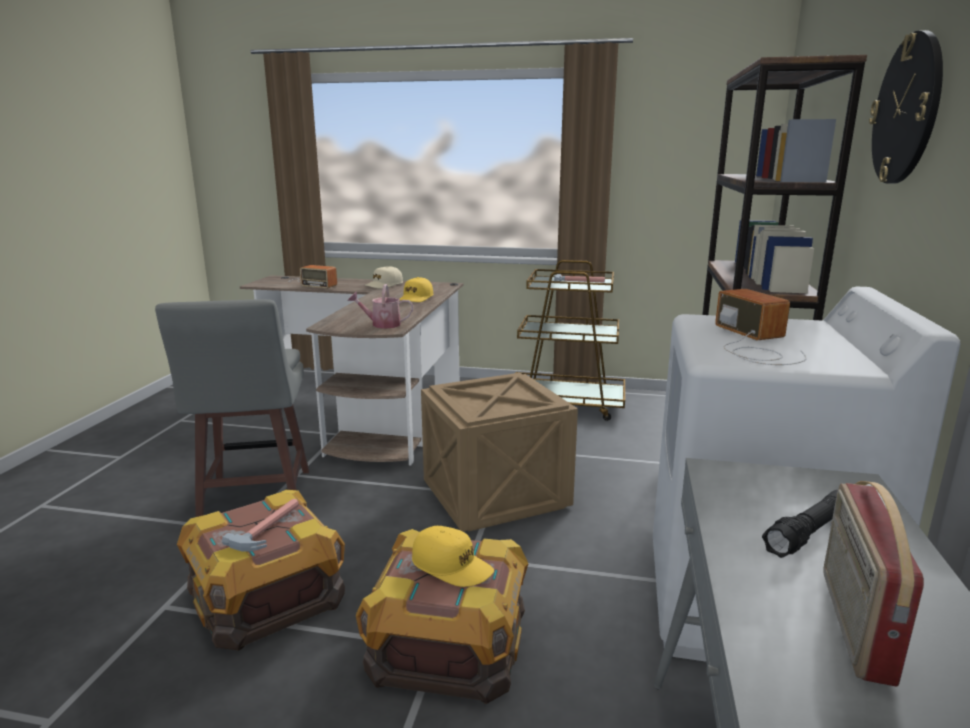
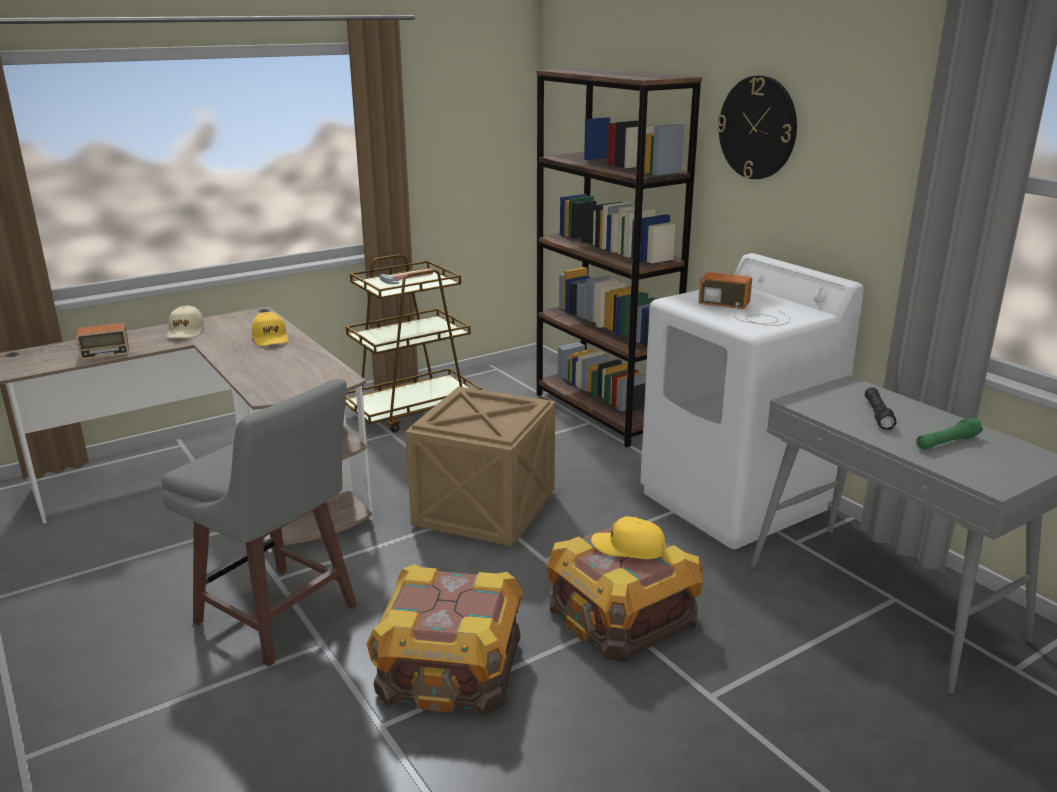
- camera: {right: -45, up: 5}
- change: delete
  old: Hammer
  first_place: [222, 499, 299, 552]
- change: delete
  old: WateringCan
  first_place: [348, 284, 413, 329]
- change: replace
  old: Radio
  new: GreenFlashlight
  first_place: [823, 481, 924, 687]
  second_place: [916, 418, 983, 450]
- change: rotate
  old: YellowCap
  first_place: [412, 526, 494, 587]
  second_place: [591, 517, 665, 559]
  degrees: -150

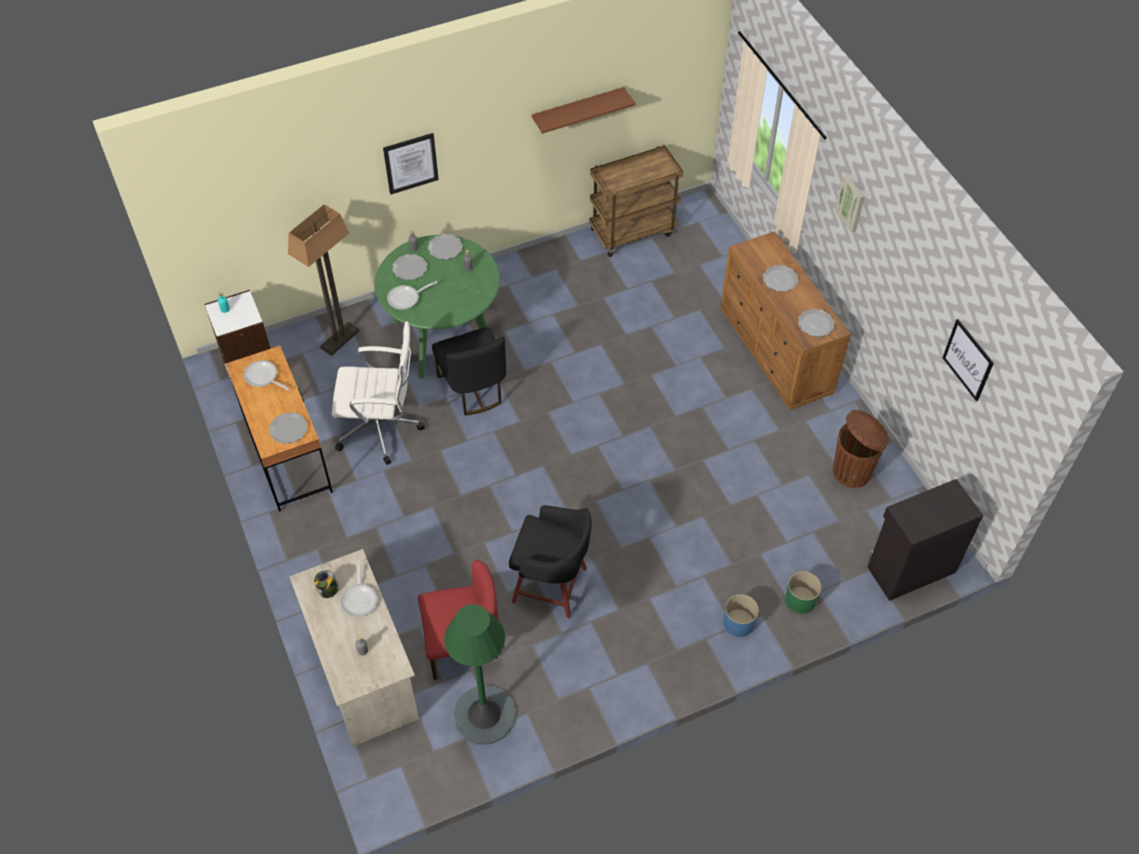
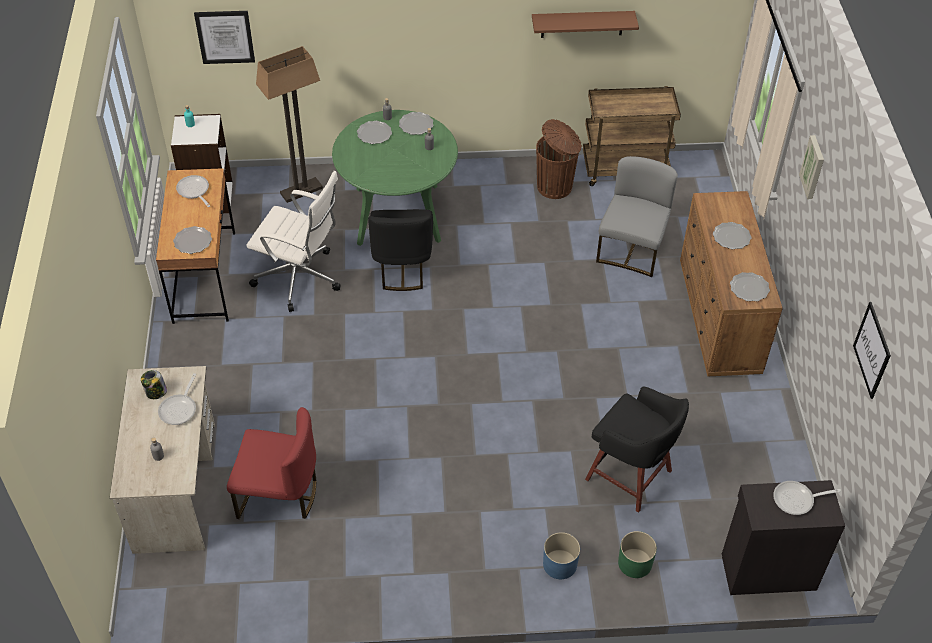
- camera: {right: 20, up: -5}
- change: delete
  old: GreenFloorLamp
  first_place: [444, 604, 516, 745]
- change: insert
  new: GreyChair
  second_place: [596, 156, 678, 277]
- change: move
  old: Picture
  first_place: [383, 133, 439, 194]
  second_place: [194, 11, 255, 64]
- change: move
  old: FryingPan
  first_place: [387, 281, 437, 310]
  second_place: [773, 481, 841, 515]
- change: move
  old: BlackStool
  first_place: [509, 505, 591, 619]
  second_place: [585, 387, 689, 513]
- change: move
  old: BrownTrashCan
  first_place: [833, 410, 890, 488]
  second_place: [536, 119, 582, 199]

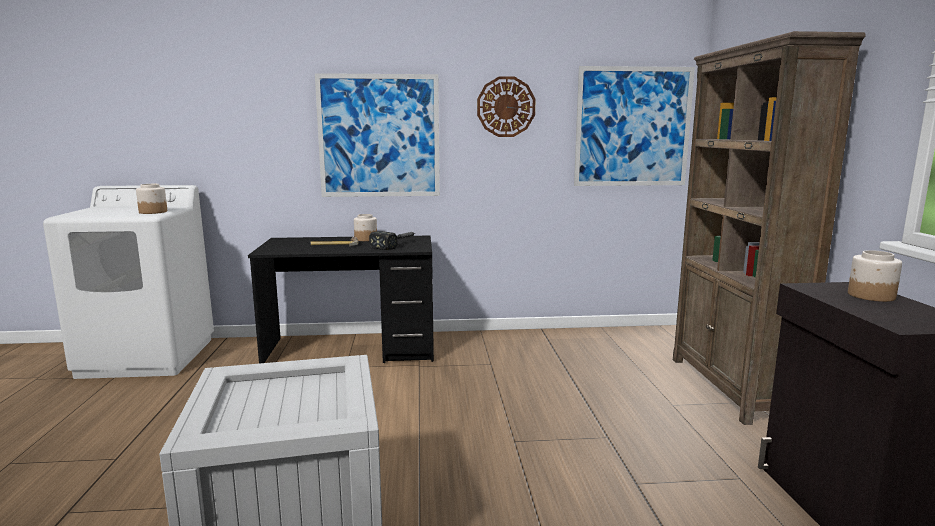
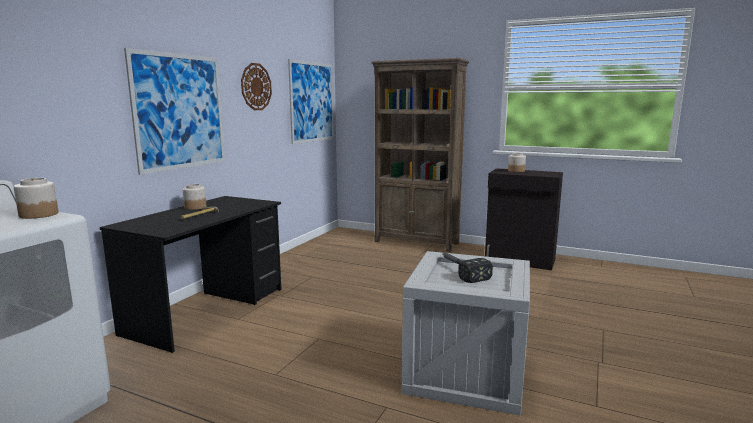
- camera: {right: -60, up: 0}
- change: move
  old: Hammer
  first_place: [369, 231, 415, 250]
  second_place: [442, 253, 493, 283]

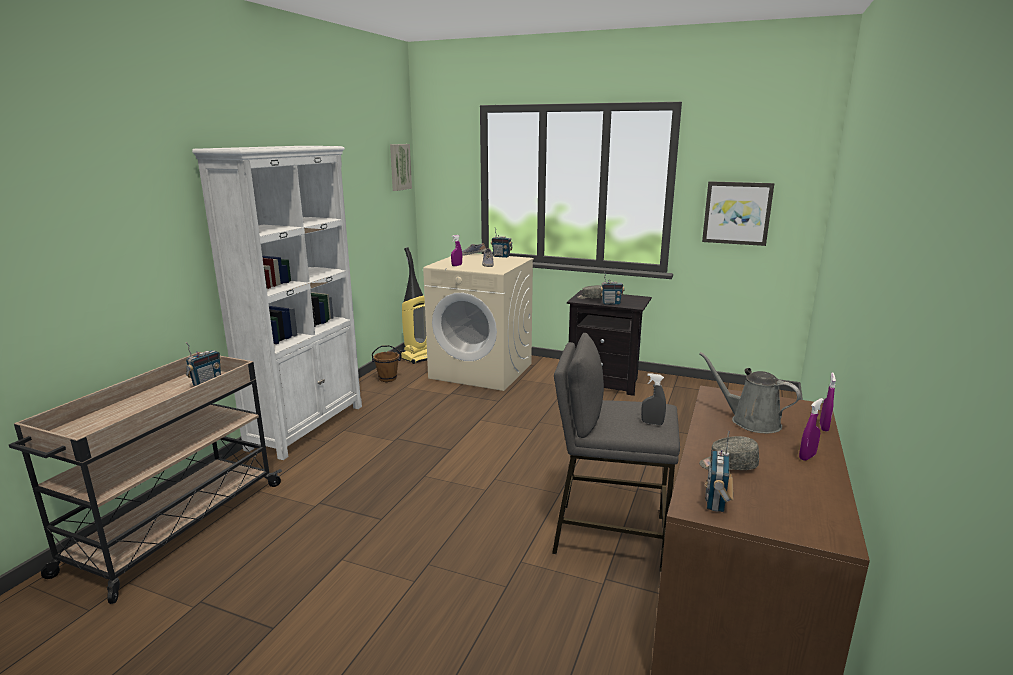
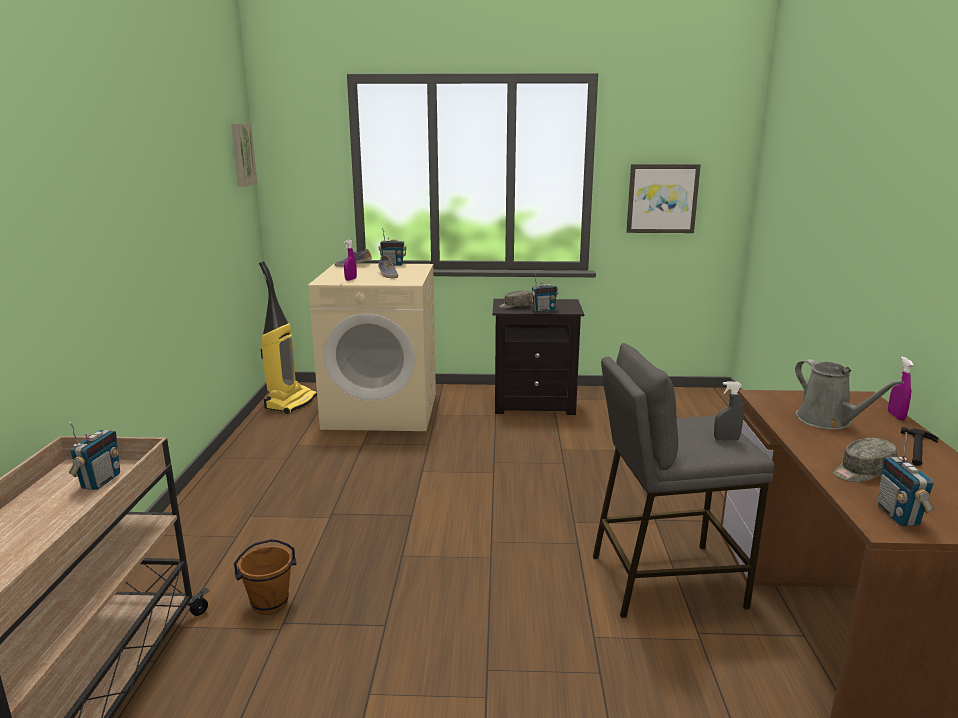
- camera: {right: -20, up: 0}
- change: delete
  old: WhiteBookcase
  first_place: [192, 146, 362, 460]
- change: move
  old: BrownBucket
  first_place: [372, 345, 401, 382]
  second_place: [234, 539, 296, 615]
- change: replace
  old: PurpleSprayBottle
  new: Hammer
  first_place: [799, 398, 824, 461]
  second_place: [901, 427, 939, 466]
- change: rotate
  old: GreyWateringCan
  first_place: [699, 352, 801, 433]
  second_place: [795, 359, 904, 430]
  degrees: -135

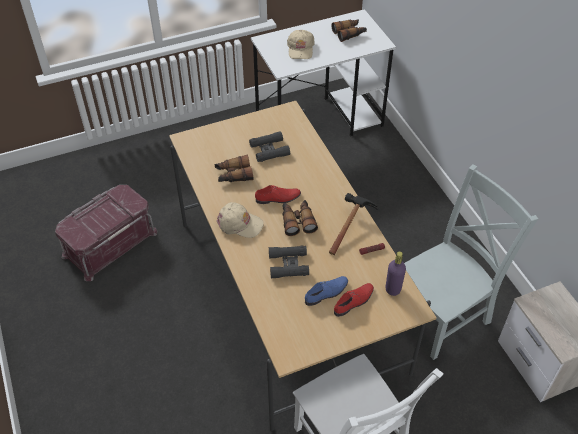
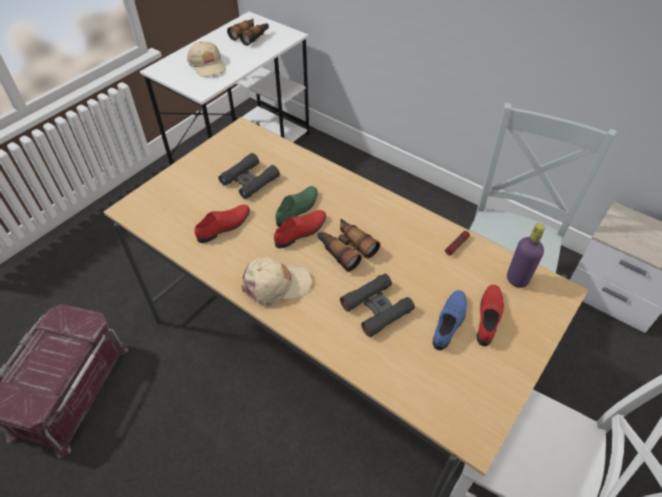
- camera: {right: -30, up: 0}
- change: delete
  old: Hammer
  first_place: [329, 193, 377, 255]
- change: insert
  new: GreenShoe
  second_place: [275, 186, 318, 227]
- change: replace
  old: Binoculars
  new: RedShoe
  first_place: [215, 155, 253, 182]
  second_place: [194, 205, 250, 243]

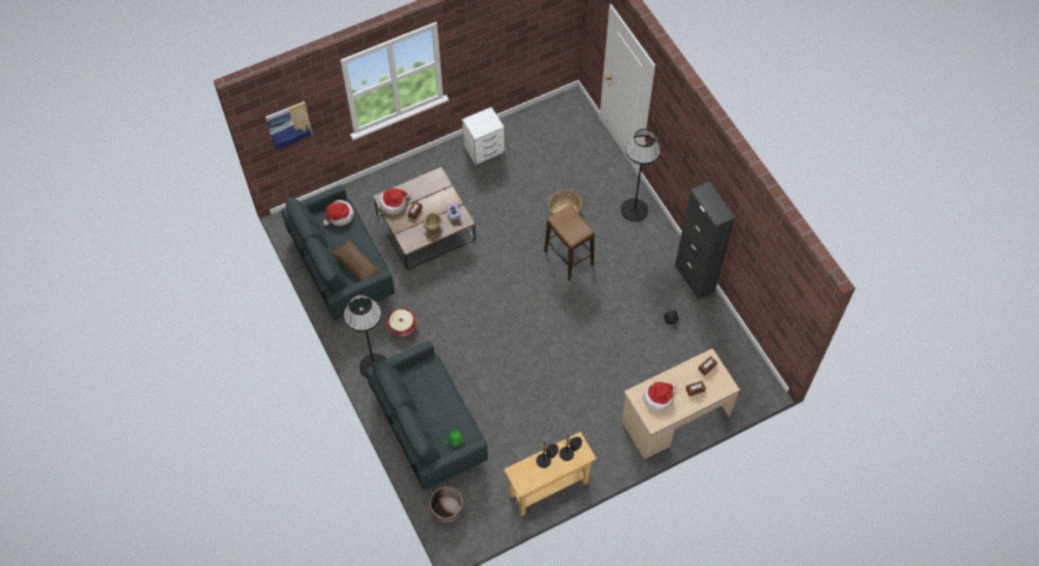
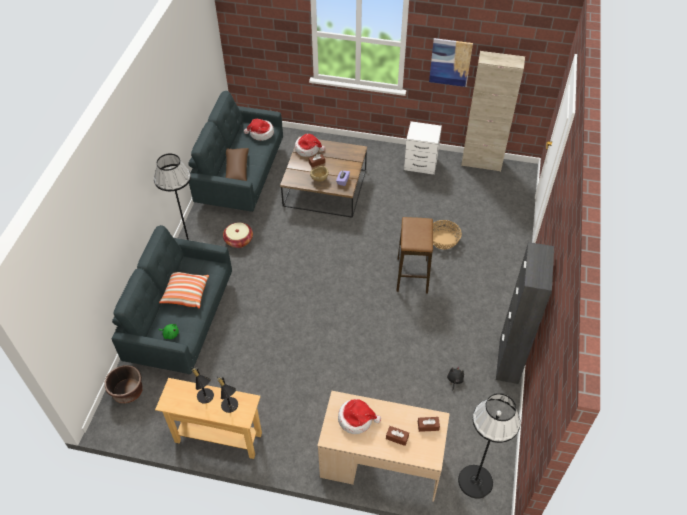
- camera: {right: 40, up: -10}
- change: insert
  new: Pillow
  second_place: [159, 272, 209, 308]
- change: insert
  new: BeigeCabinet
  second_place: [461, 51, 525, 172]
- change: move
  old: Picture
  first_place: [266, 101, 313, 151]
  second_place: [429, 38, 473, 87]
- change: move
  old: BlackFloorLamp
  first_place: [621, 129, 661, 222]
  second_place: [458, 393, 521, 499]

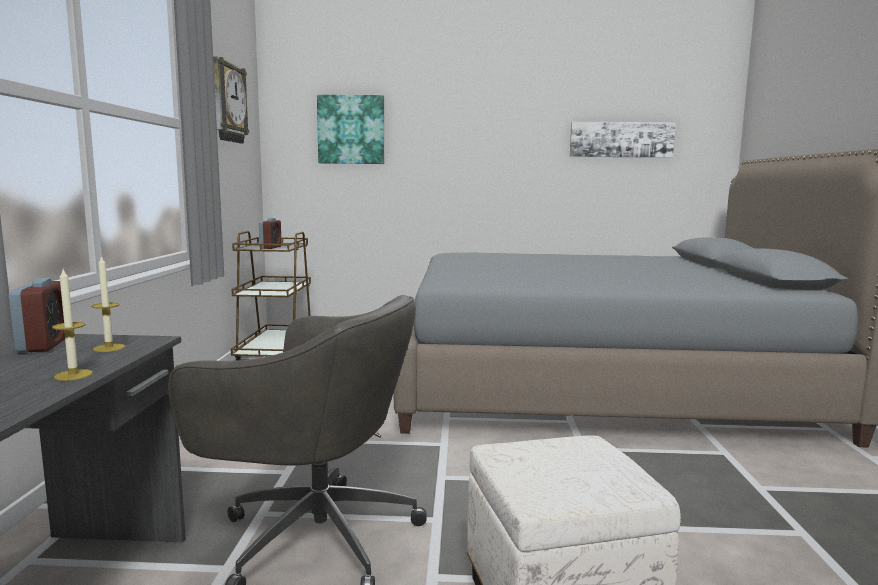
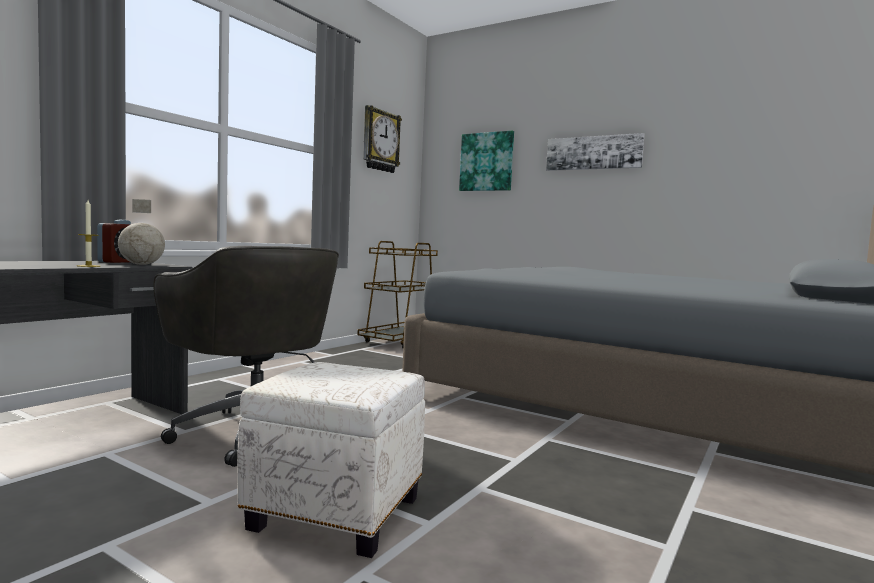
- camera: {right: 30, up: -5}
- change: delete
  old: AlarmClock
  first_place: [259, 218, 282, 249]
- change: move
  old: Picture
  first_place: [570, 122, 676, 158]
  second_place: [546, 133, 645, 171]
- change: replace
  old: Candle
  new: Globe
  first_place: [91, 256, 126, 352]
  second_place: [118, 199, 165, 265]

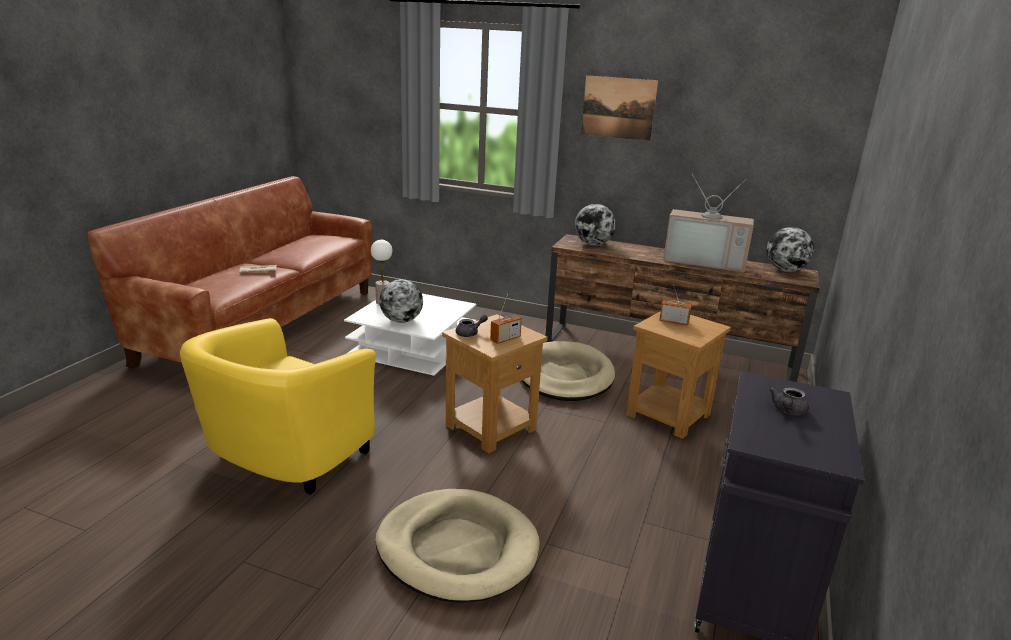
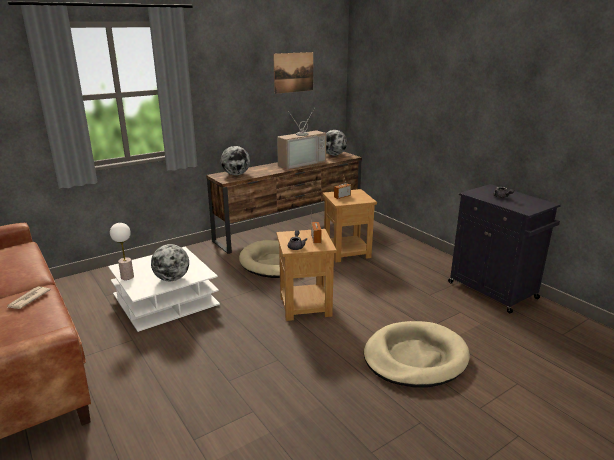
- camera: {right: -55, up: 0}
- change: delete
  old: YellowArmchair
  first_place: [180, 318, 376, 495]
- change: move
  old: Picture
  first_place: [581, 75, 658, 141]
  second_place: [273, 52, 313, 94]

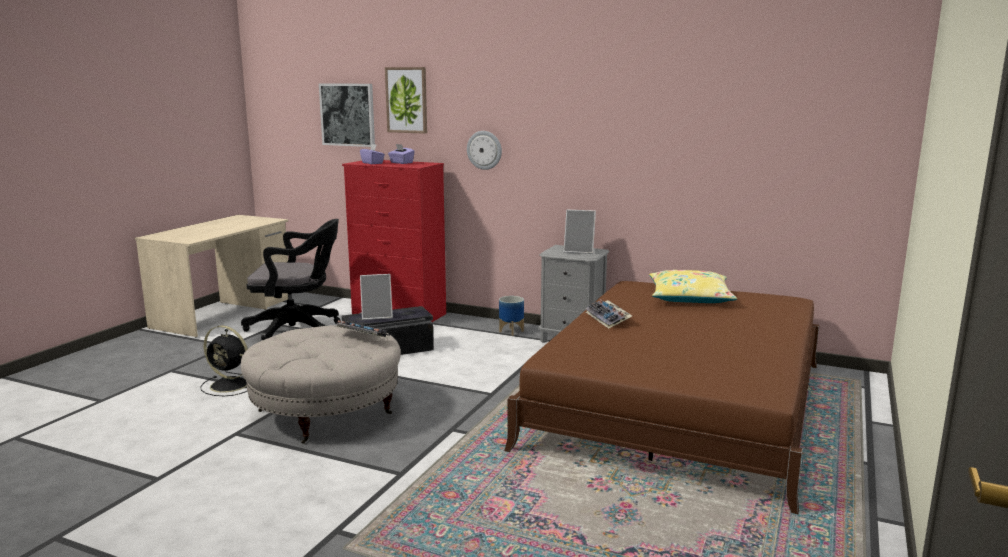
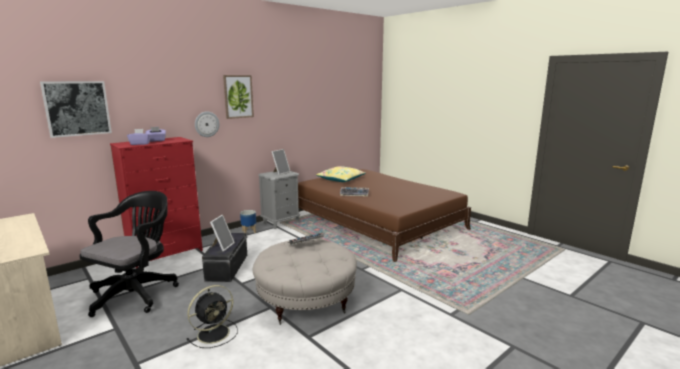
- camera: {right: -65, up: 0}
- change: move
  old: Picture
  first_place: [385, 67, 427, 134]
  second_place: [223, 75, 254, 119]

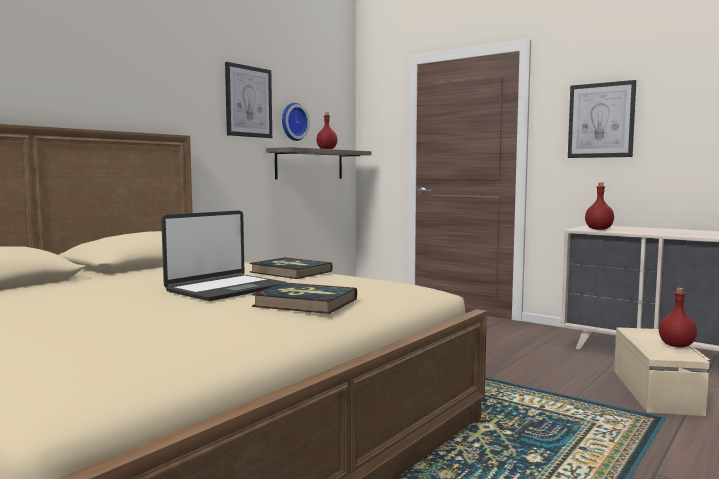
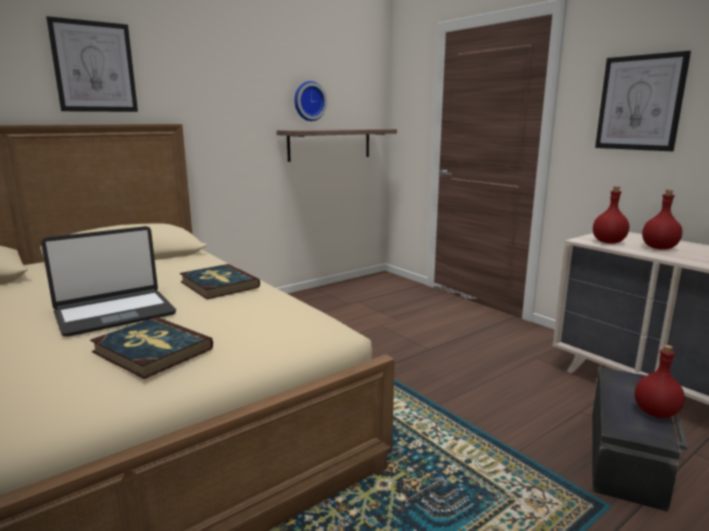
- camera: {right: 15, up: 10}
- change: move
  old: Picture
  first_place: [225, 62, 272, 138]
  second_place: [46, 16, 138, 112]
- change: move
  old: RedBottle
  first_place: [316, 112, 338, 149]
  second_place: [642, 190, 682, 250]
- change: recolor
  old: BeigeStorageBox
  new: BlackStorageBox
  first_place: [614, 327, 711, 416]
  second_place: [592, 367, 688, 512]

